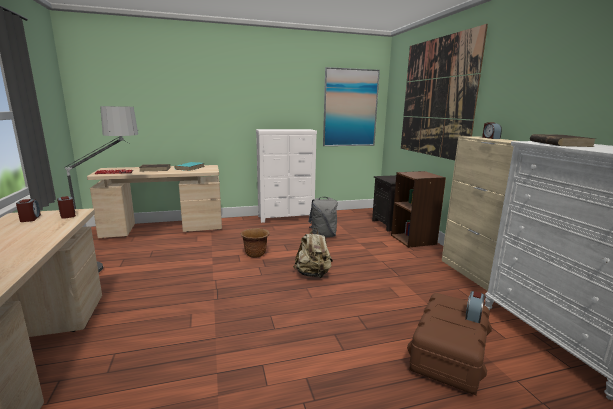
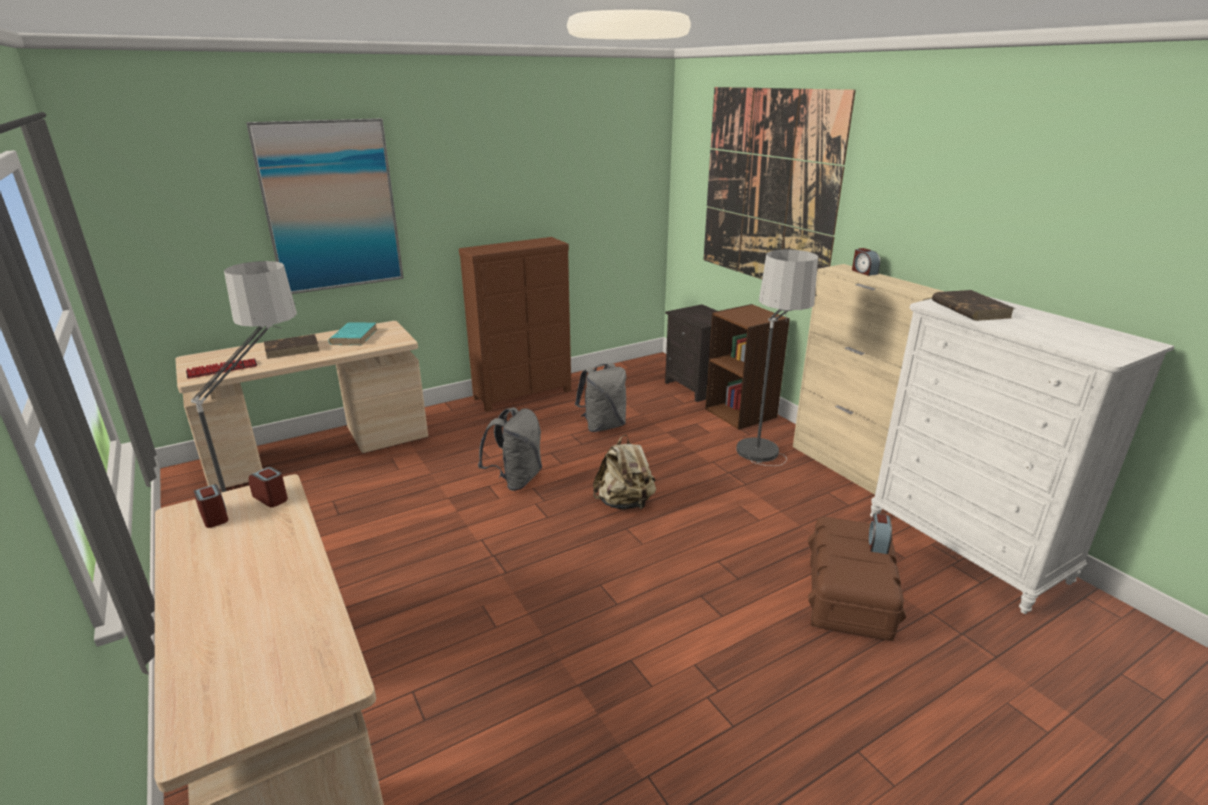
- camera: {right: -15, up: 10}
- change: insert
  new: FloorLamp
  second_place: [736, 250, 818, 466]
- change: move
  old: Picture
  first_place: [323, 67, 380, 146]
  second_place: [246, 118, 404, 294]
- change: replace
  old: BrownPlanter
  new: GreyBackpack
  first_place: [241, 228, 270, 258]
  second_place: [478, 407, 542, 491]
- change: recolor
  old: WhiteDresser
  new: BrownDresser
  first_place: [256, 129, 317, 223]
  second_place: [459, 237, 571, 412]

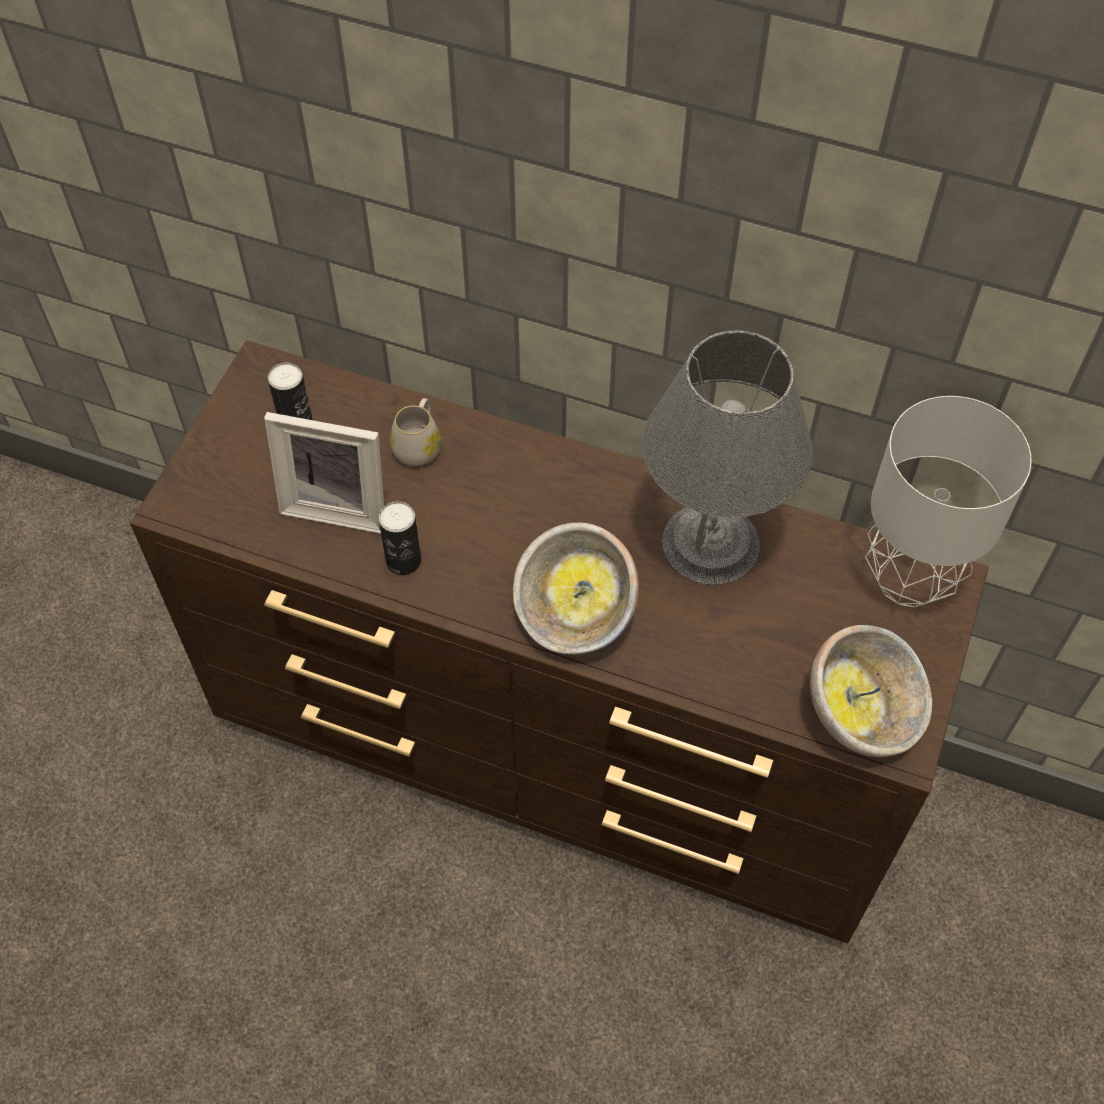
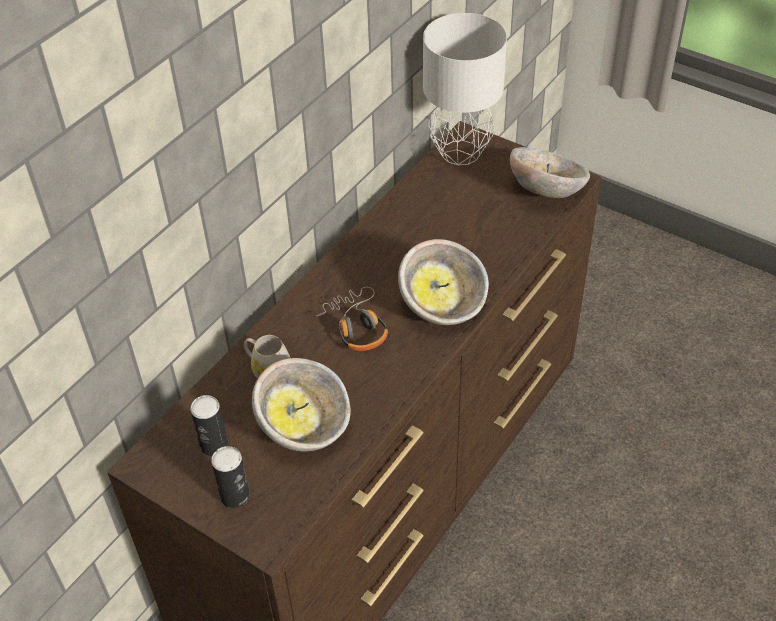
- camera: {right: -75, up: -10}
- change: delete
  old: GreyTableLamp
  first_place: [642, 330, 813, 585]
- change: insert
  new: Headphones
  second_place: [316, 287, 388, 351]
- change: move
  old: Can
  first_place: [378, 501, 421, 575]
  second_place: [211, 446, 249, 508]
- change: replace
  old: PictureFrame
  new: Bowl
  first_place: [264, 412, 384, 534]
  second_place: [252, 358, 351, 452]

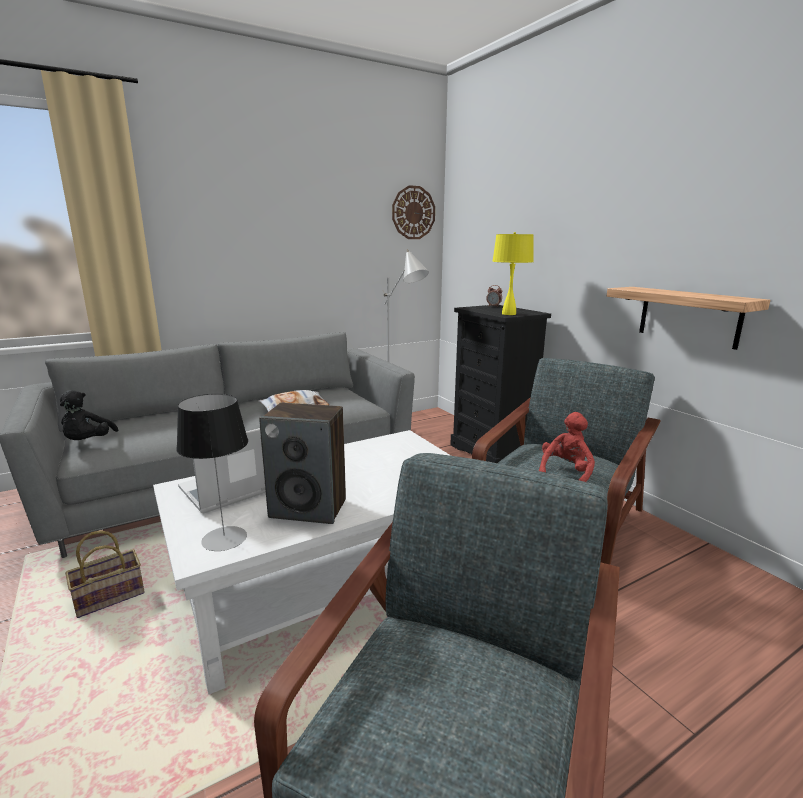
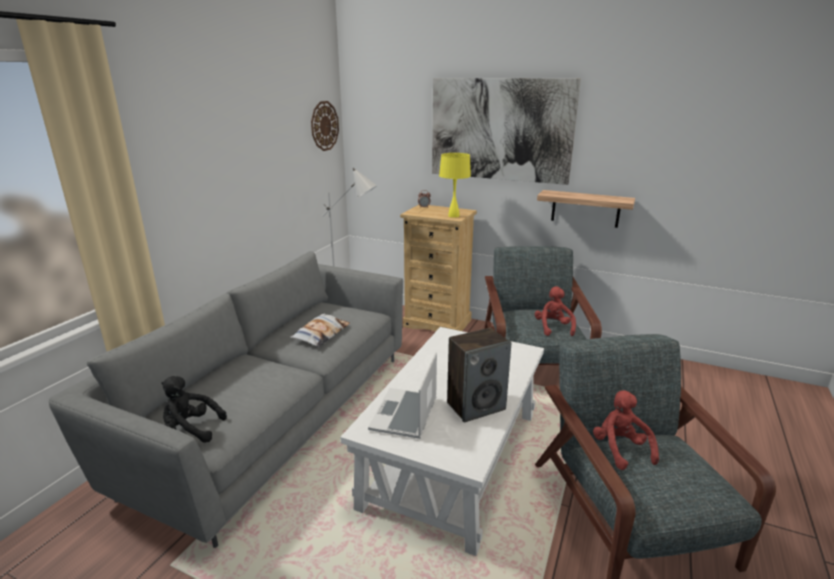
- camera: {right: -35, up: 5}
- change: delete
  old: Basket
  first_place: [65, 530, 145, 618]
- change: delete
  old: TableLamp
  first_place: [176, 394, 248, 551]
- change: insert
  new: Picture
  second_place: [432, 78, 581, 185]
- change: insert
  new: RedPlushToy
  second_place: [593, 390, 659, 470]
- change: recolor
  old: BlackDresser
  new: BeigeDresser
  first_place: [450, 305, 551, 463]
  second_place: [400, 205, 477, 331]
- change: rotate
  old: BlackPlushToy
  first_place: [60, 390, 119, 440]
  second_place: [162, 376, 227, 443]
  degrees: 135

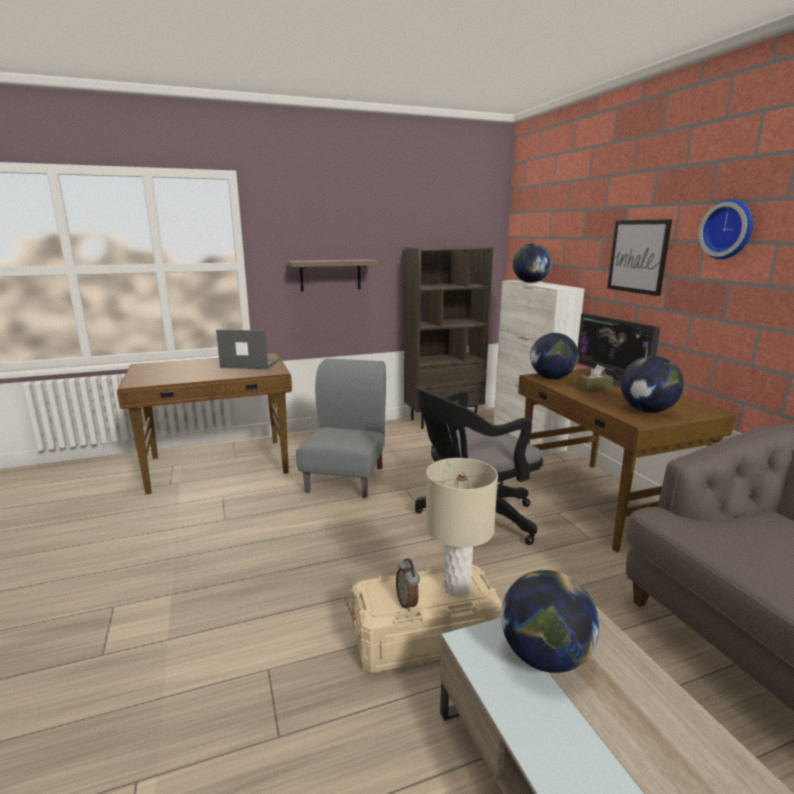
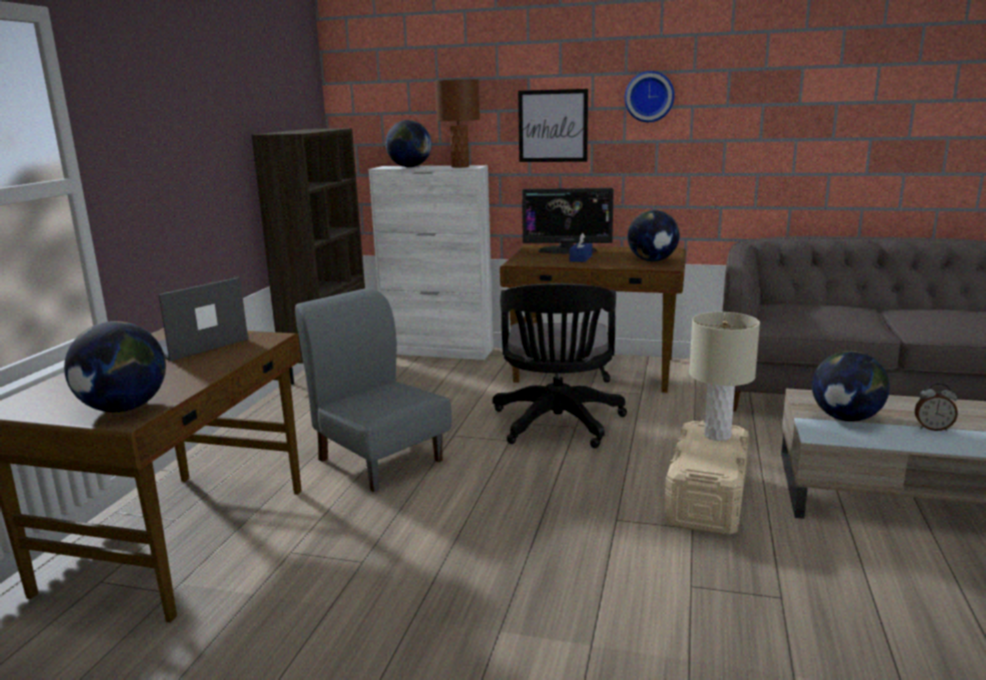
- camera: {right: -55, up: 0}
- change: delete
  old: Shelf
  first_place: [288, 259, 378, 291]
- change: insert
  new: BrownTableLamp
  second_place: [435, 79, 480, 168]
- change: move
  old: AlarmClock
  first_place: [396, 559, 420, 612]
  second_place: [915, 383, 958, 431]
- change: move
  old: Globe
  first_place: [530, 333, 579, 379]
  second_place: [64, 321, 166, 412]
- change: recolor
  old: BrownTissueBox
  new: BlueTissueBox
  first_place: [577, 364, 614, 392]
  second_place: [569, 233, 592, 262]

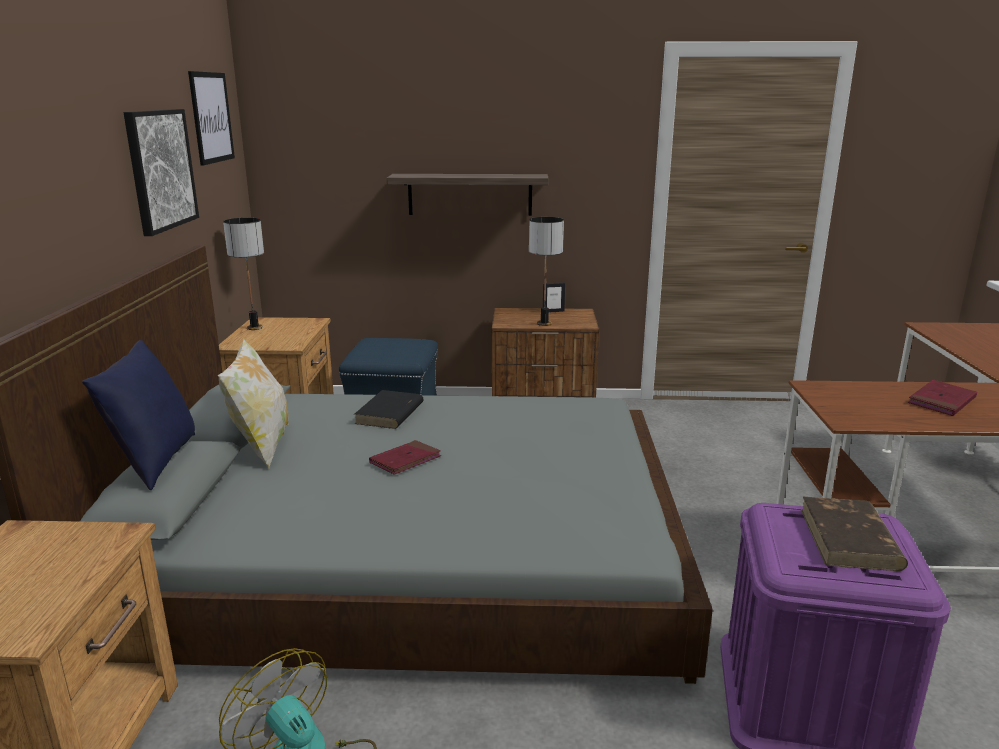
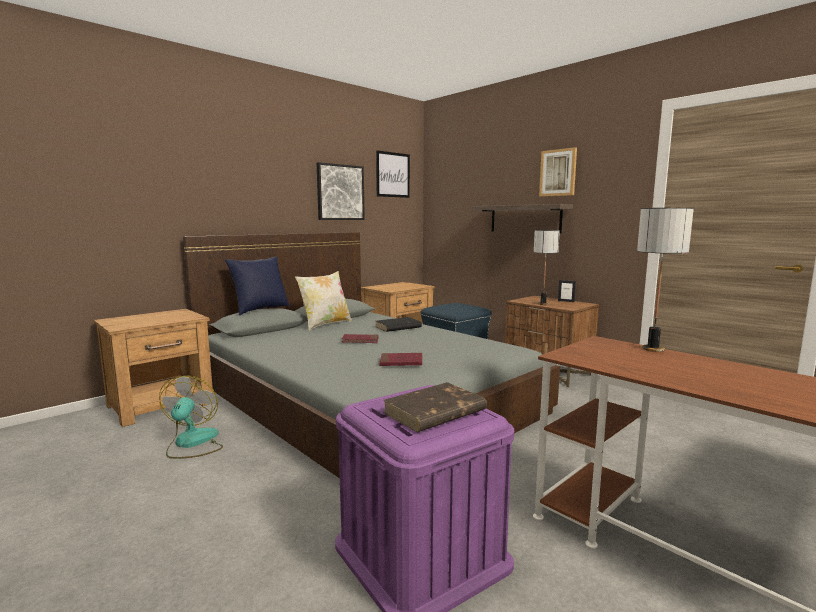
- camera: {right: 45, up: -10}
- change: insert
  new: Picture
  second_place: [539, 147, 577, 197]
- change: move
  old: TableLamp
  first_place: [223, 218, 264, 330]
  second_place: [637, 208, 694, 352]
- change: move
  old: RedBook
  first_place: [908, 380, 977, 416]
  second_place: [379, 353, 422, 366]

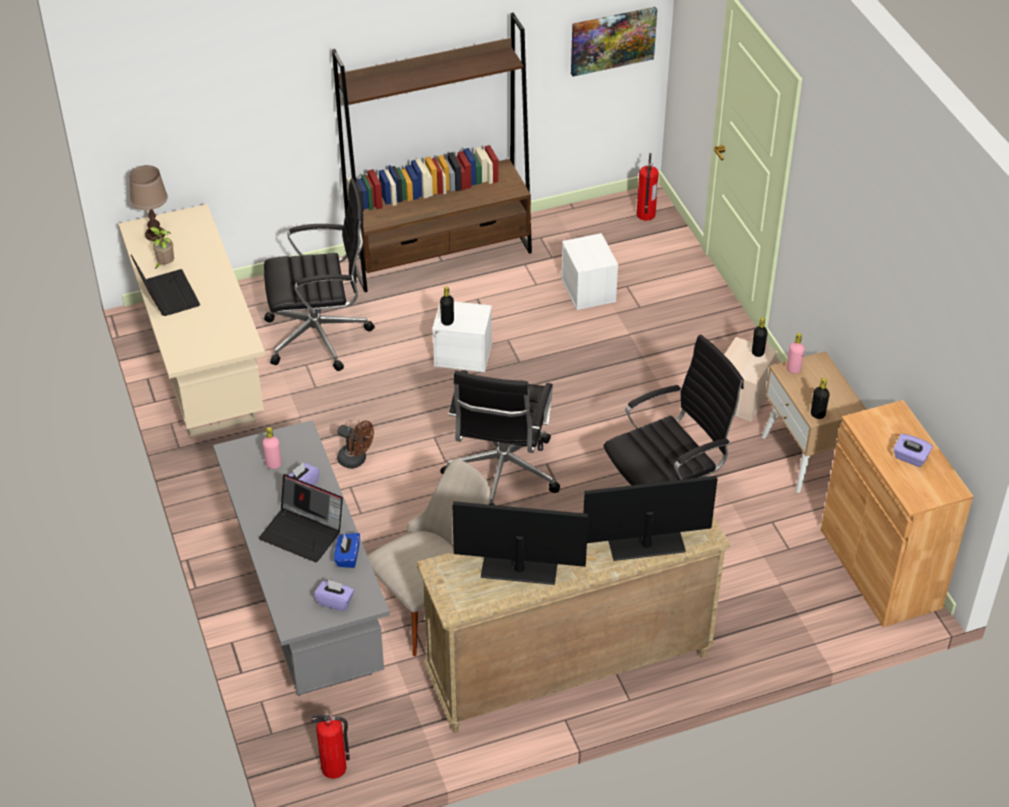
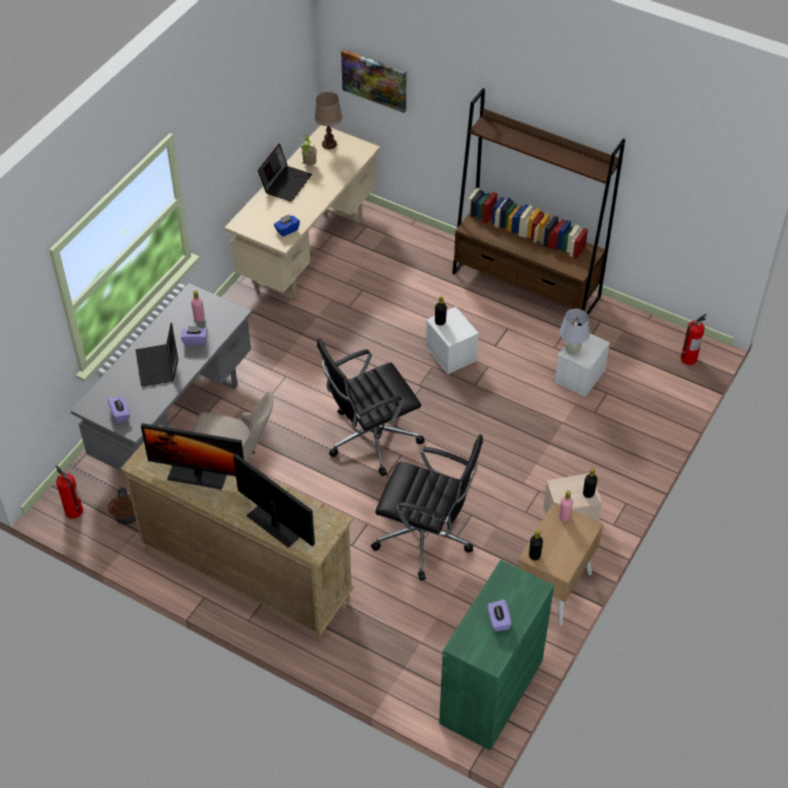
- camera: {right: 50, up: 5}
- change: delete
  old: BlackOfficeChair
  first_place: [264, 178, 375, 371]
- change: insert
  new: WhiteTableLamp
  second_place: [560, 309, 590, 355]
- change: move
  old: BlueTissueBox
  first_place: [334, 533, 360, 568]
  second_place: [274, 214, 300, 237]
- change: move
  old: BrownFan
  first_place: [337, 421, 374, 469]
  second_place: [108, 488, 136, 524]
- change: move
  old: Picture
  first_place: [571, 7, 657, 76]
  second_place: [341, 49, 406, 113]
- change: recolor
  old: BrownCabinet
  new: GreenCabinet
  first_place: [821, 400, 973, 627]
  second_place: [439, 560, 554, 750]
- change: rotate
  old: Monitor
  first_place: [452, 501, 588, 585]
  second_place: [141, 423, 244, 490]
  degrees: 135

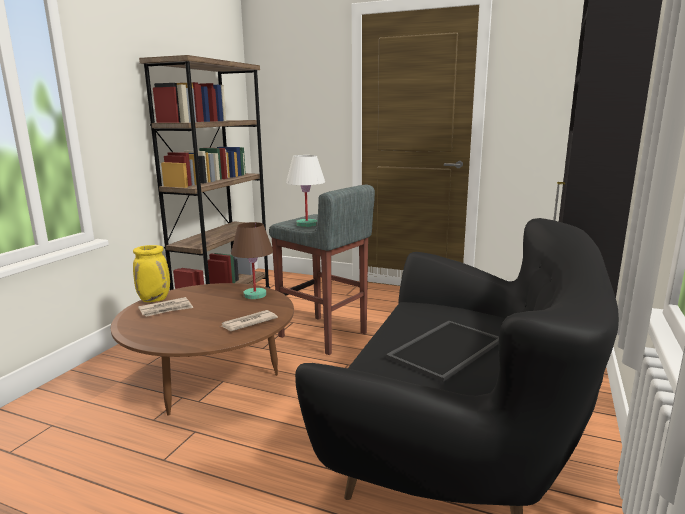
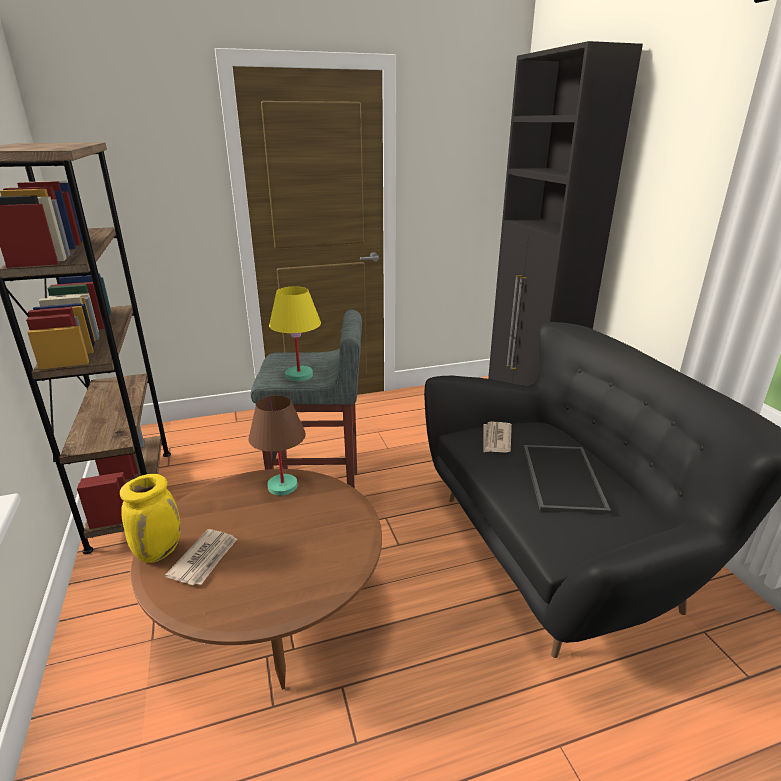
- camera: {right: -40, up: 10}
- change: move
  old: Newspaper
  first_place: [222, 310, 278, 331]
  second_place: [483, 422, 512, 453]
- change: recolor
  old: WhiteTableLamp
  new: YellowTableLamp
  first_place: [286, 155, 325, 227]
  second_place: [269, 287, 321, 381]

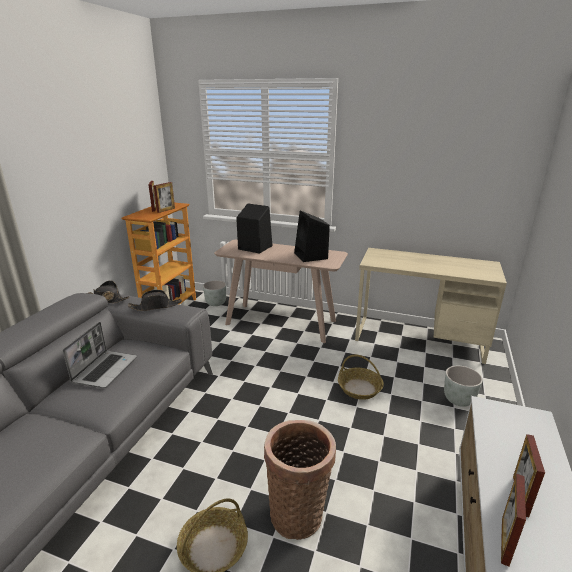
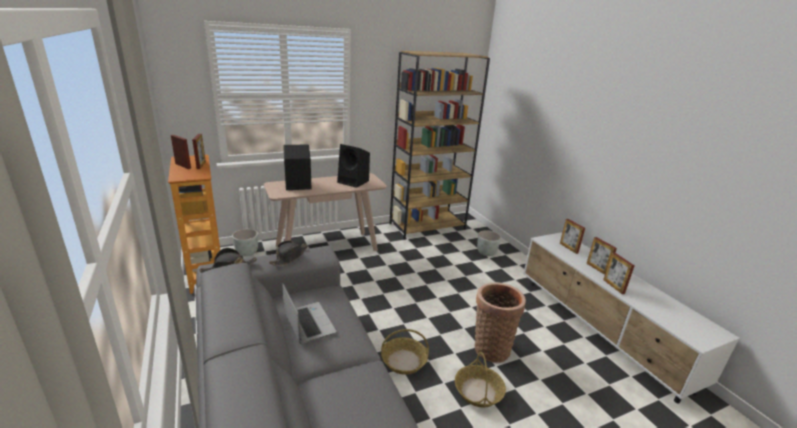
- camera: {right: -45, up: 0}
- change: insert
  new: PictureFrame
  second_place: [560, 219, 585, 254]
- change: move
  old: Basket
  first_place: [338, 354, 384, 400]
  second_place: [381, 329, 429, 375]
- change: replace
  old: BeigeDesk
  new: BrownBookcase
  first_place: [355, 248, 507, 364]
  second_place: [389, 51, 490, 240]

